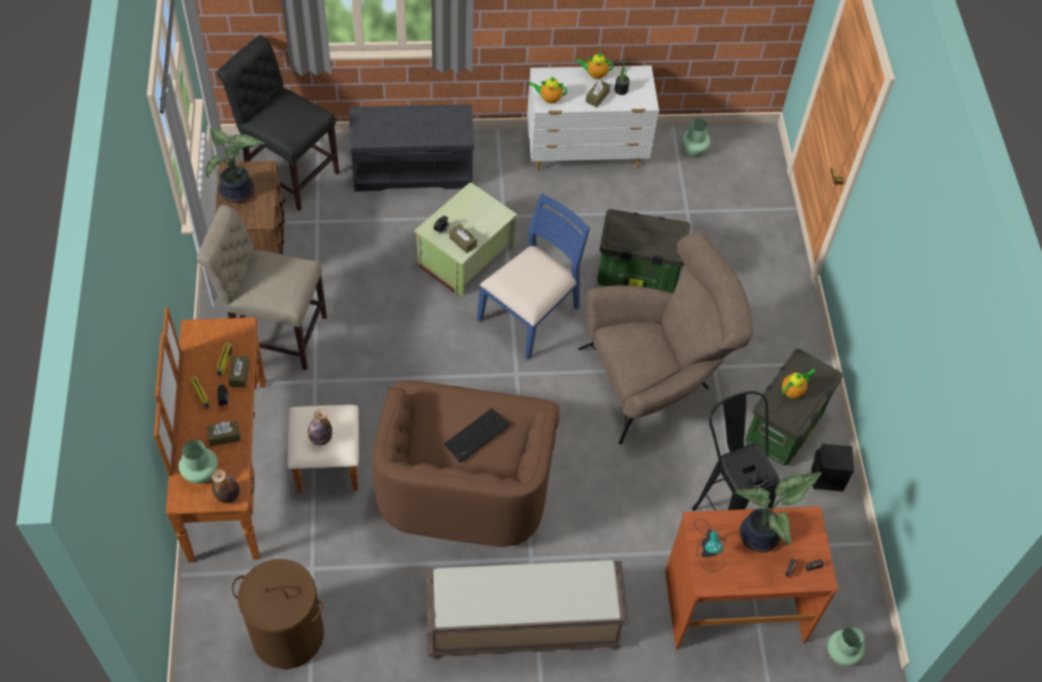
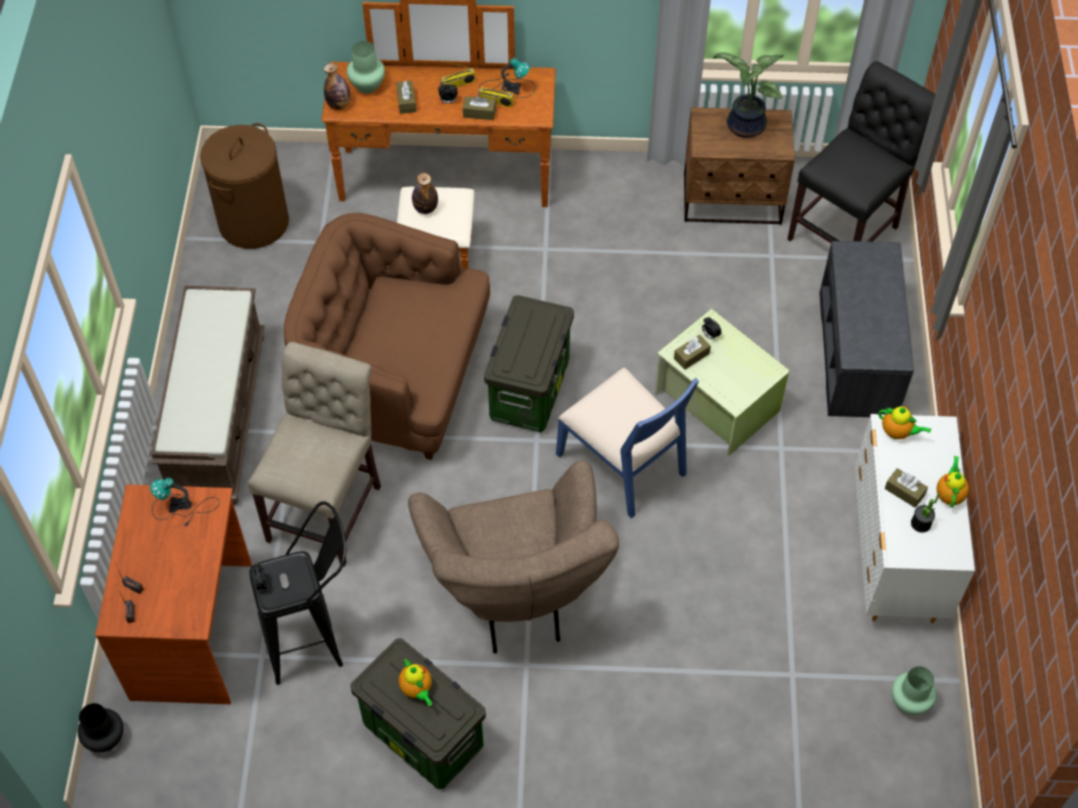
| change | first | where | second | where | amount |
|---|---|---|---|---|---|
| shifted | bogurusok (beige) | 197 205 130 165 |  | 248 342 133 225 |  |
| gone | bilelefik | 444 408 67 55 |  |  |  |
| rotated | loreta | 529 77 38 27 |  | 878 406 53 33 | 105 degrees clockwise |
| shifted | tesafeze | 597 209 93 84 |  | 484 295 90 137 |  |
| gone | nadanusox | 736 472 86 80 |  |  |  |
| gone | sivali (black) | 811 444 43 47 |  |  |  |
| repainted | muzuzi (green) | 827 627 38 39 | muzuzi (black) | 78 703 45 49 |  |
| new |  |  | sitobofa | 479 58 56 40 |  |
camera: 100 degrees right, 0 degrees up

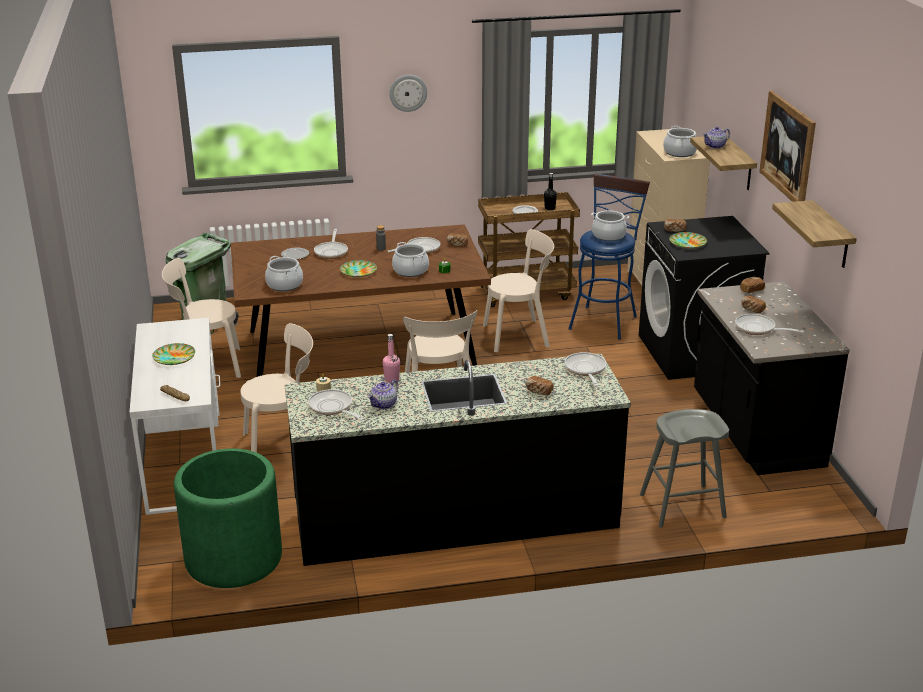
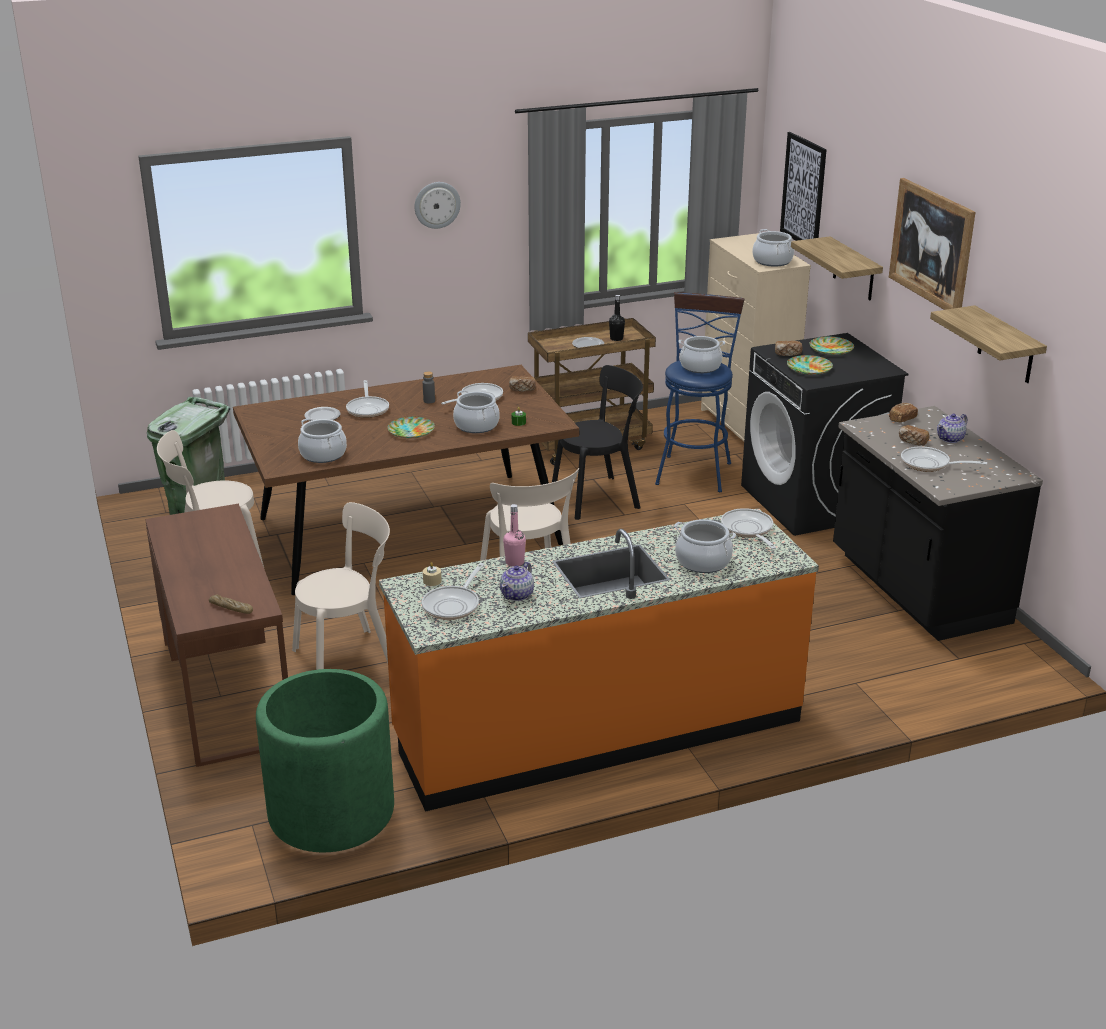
| change | first | where | second | where | amount |
|---|---|---|---|---|---|
| repainted | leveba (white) | 129 318 91 197 | leveba (brown) | 145 504 143 263 |  |
| shifted | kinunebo | 152 343 43 22 |  | 810 337 44 18 |  |
| repainted | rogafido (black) | 284 353 347 213 | rogafido (orange) | 379 508 440 304 |  |
| rotated | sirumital | 308 389 56 32 |  | 422 563 62 57 | 105 degrees counterclockwise |
| repainted | bogurusok (beige) | 483 229 71 123 | bogurusok (black) | 552 365 91 155 |  |
| swapped | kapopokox | 526 376 28 20 | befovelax | 674 519 62 54 |  |
| gone | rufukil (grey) | 640 409 89 119 |  |  |  |
| shifted | loreta | 703 127 27 22 |  | 937 414 30 29 |  |
| new |  |  | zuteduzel | 780 132 47 109 |  |
camera: 10 degrees left, 0 degrees up

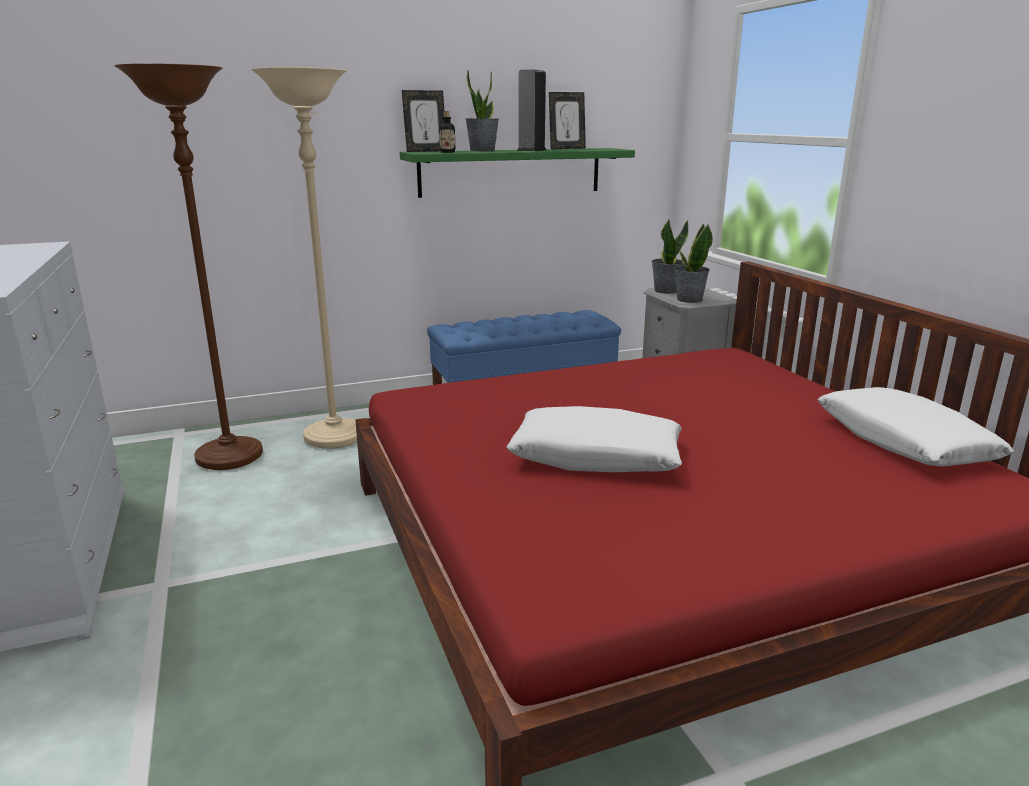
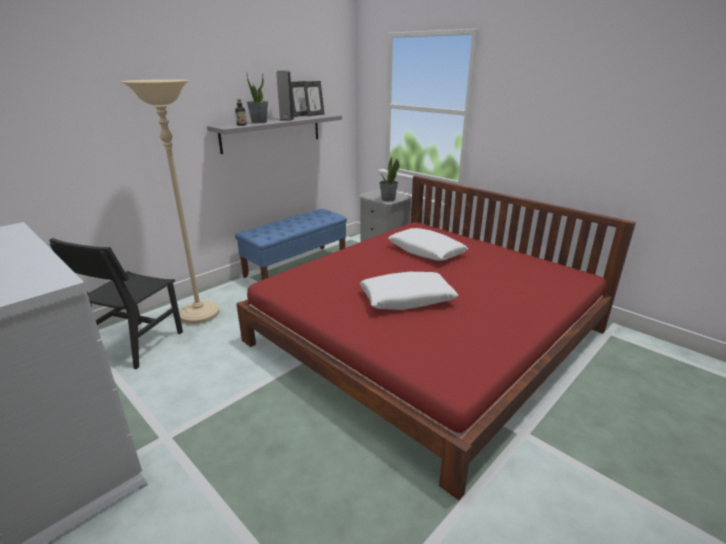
| change | first | where | second | where | amount |
|---|---|---|---|---|---|
| swapped | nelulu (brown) | 114 63 149 407 | bogurusok (black) | 49 238 134 131 |  |
| repainted | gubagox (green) | 400 148 235 50 | gubagox (grey) | 207 113 135 41 |  |
| shifted | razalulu | 402 90 42 62 |  | 303 81 21 35 |  |
| gone | nadanusox | 652 219 36 75 |  |  |  |
| shifted | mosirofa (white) | 818 387 196 80 |  | 388 228 80 33 |  |
camera: 25 degrees left, 5 degrees up

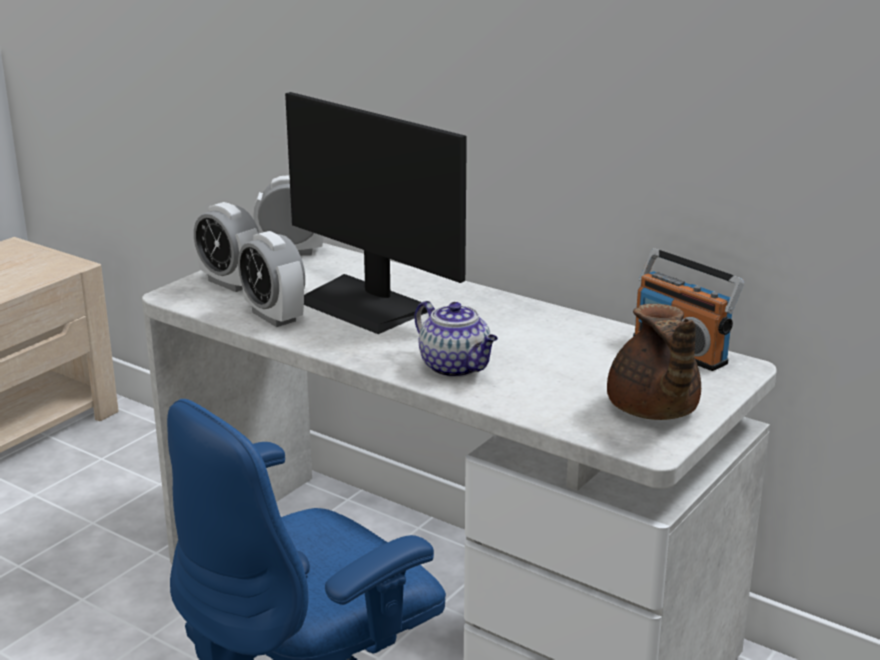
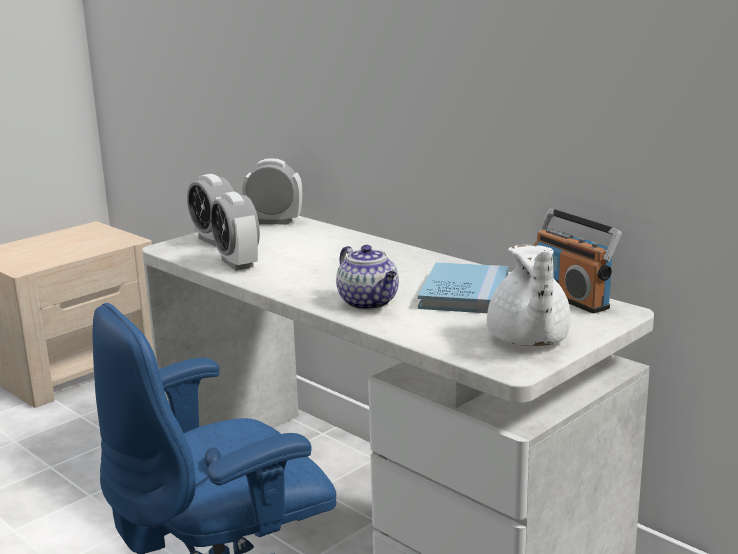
| change | first | where | second | where | amount |
|---|---|---|---|---|---|
| gone | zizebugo | 285 92 182 242 |  |  |  |
| repainted | loreta (brown) | 607 304 94 116 | loreta (white) | 487 245 84 101 |  |
| new |  |  | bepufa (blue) | 418 262 90 51 |  |
camera: 10 degrees right, 5 degrees down

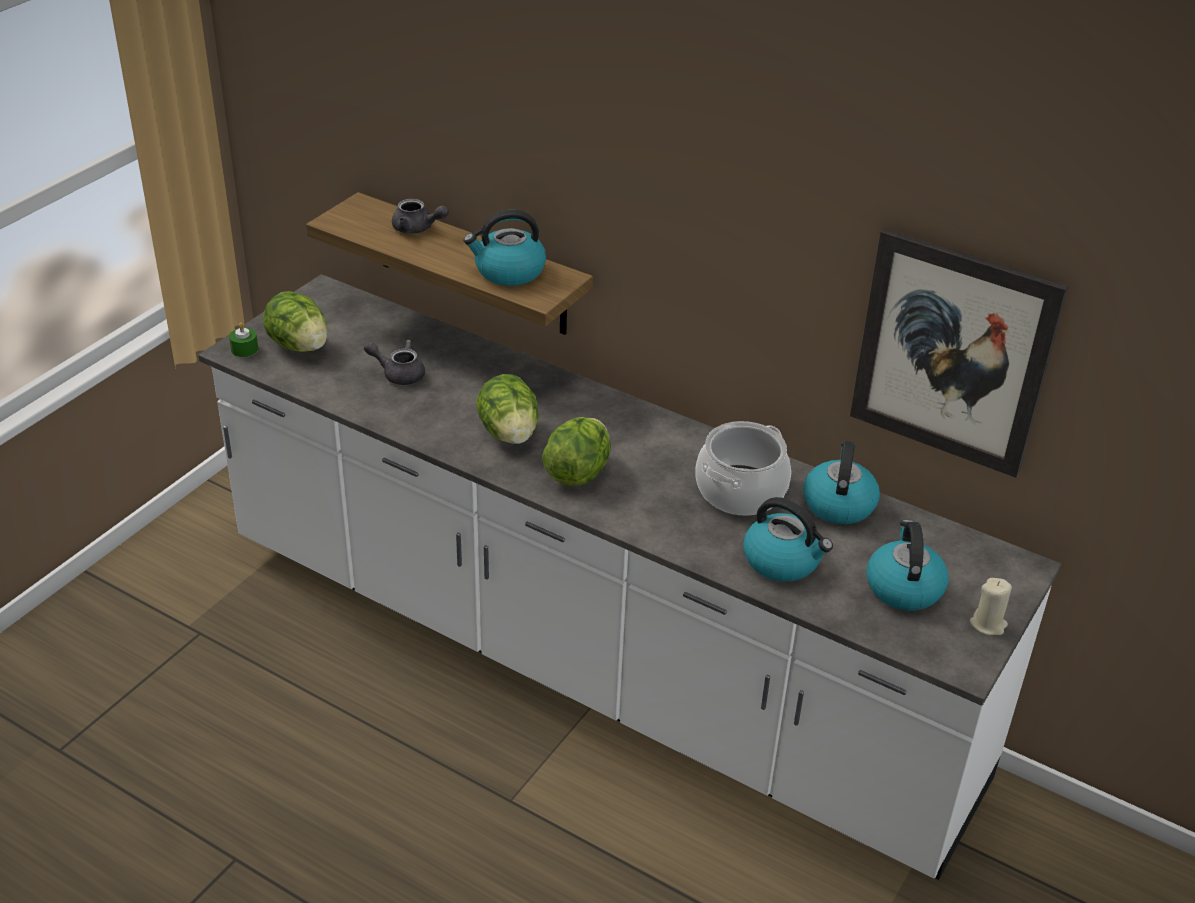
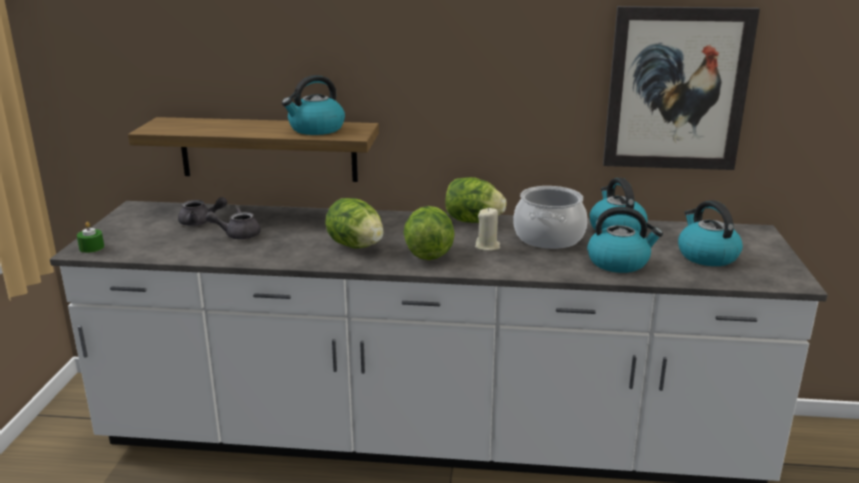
| change | first | where | second | where | amount |
|---|---|---|---|---|---|
| shifted | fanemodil | 263 291 64 61 |  | 445 177 62 46 |  |
| shifted | loreta (grey) | 392 199 57 35 |  | 178 197 49 29 |  |
| shifted | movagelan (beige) | 970 578 42 57 |  | 475 207 25 44 |  |
camera: 25 degrees left, 15 degrees down

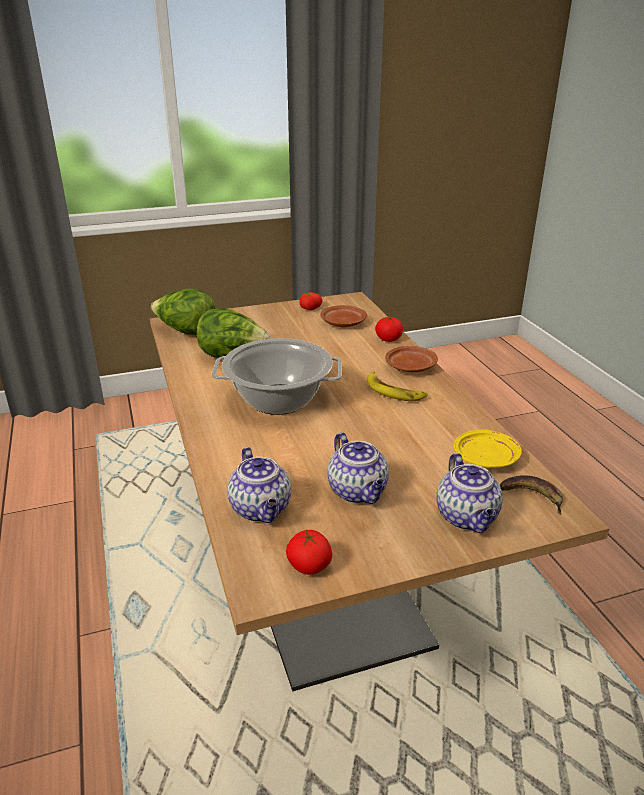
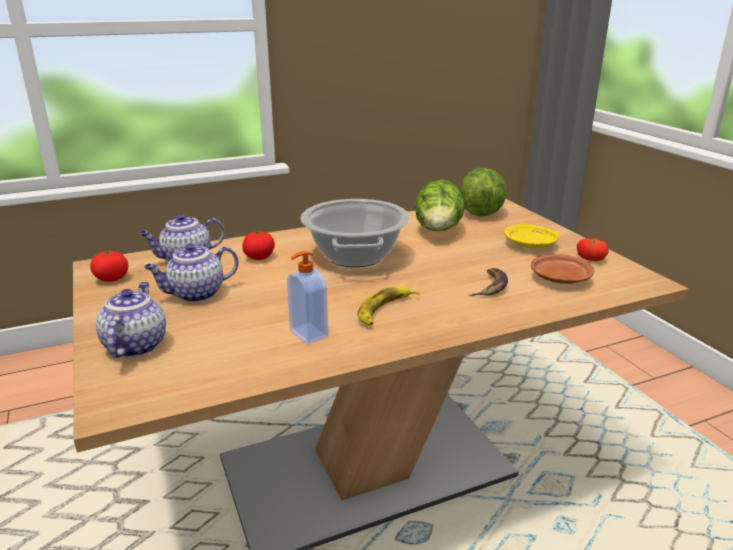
| change | first | where | second | where | amount |
|---|---|---|---|---|---|
| shifted | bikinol | 375 317 28 25 |  | 242 231 33 29 |  |
| gone | kinunebo (brown) | 385 346 53 26 |  |  |  |
| rotated | loreta | 436 453 67 80 |  | 96 282 70 76 | 105 degrees clockwise |
| shifted | kinunebo (yellow) | 454 429 68 39 |  | 504 224 55 24 |  |
| shifted | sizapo | 500 475 63 40 |  | 470 268 38 28 |  |
| new |  |  | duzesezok | 287 251 41 93 |  |
camera: 85 degrees right, 5 degrees down

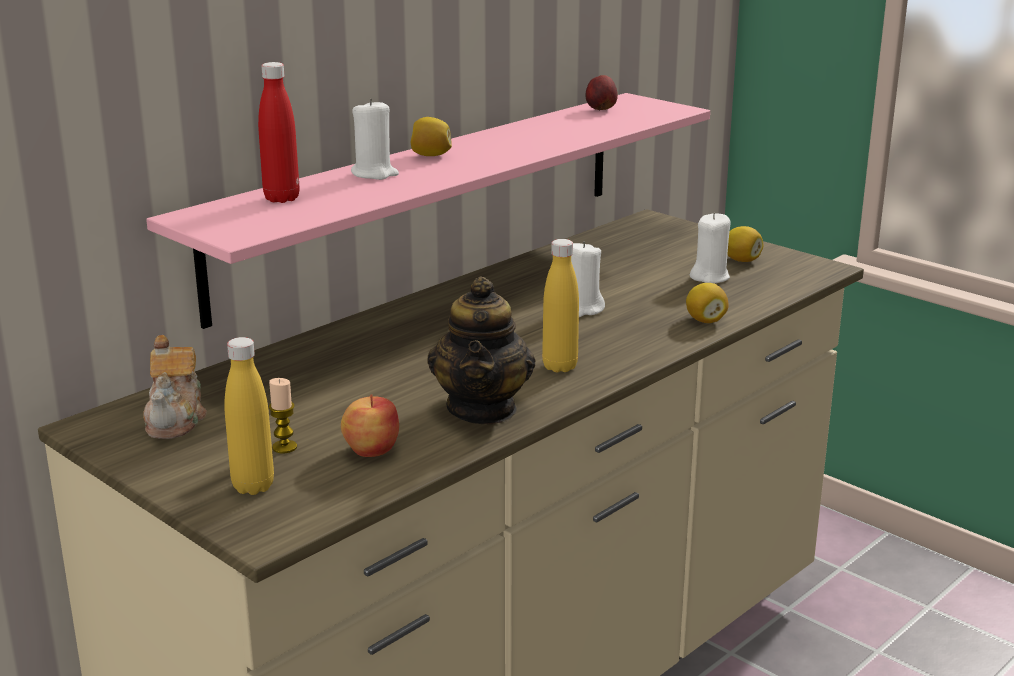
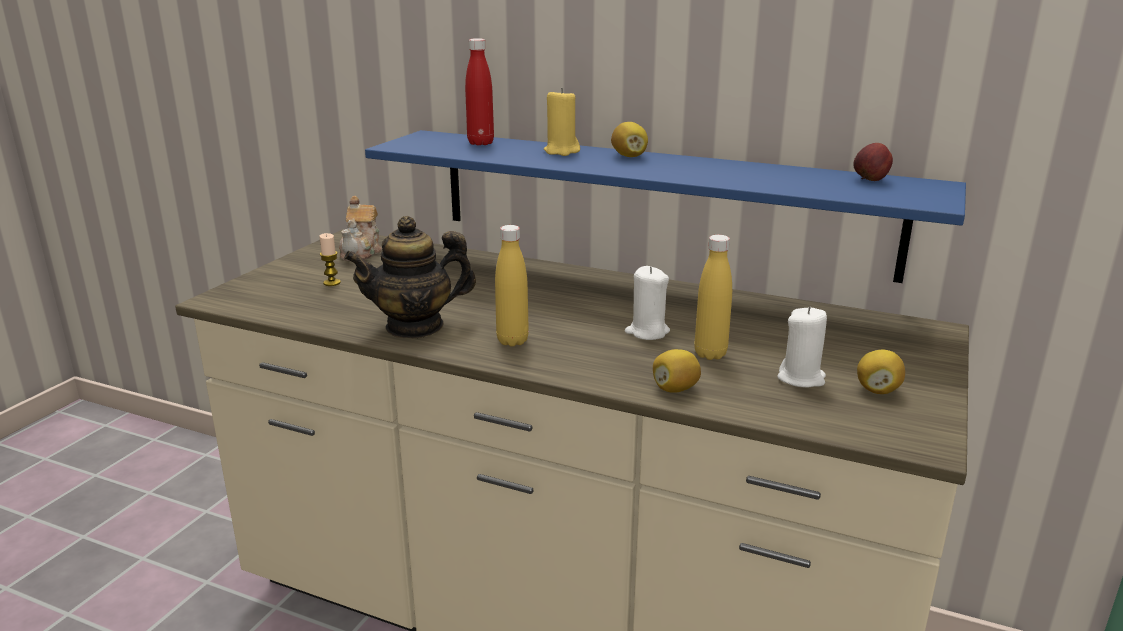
| change | first | where | second | where | amount |
|---|---|---|---|---|---|
| rotated | loreta | 143 335 64 104 |  | 339 196 43 65 | 60 degrees counterclockwise |
| repainted | gubagox (pink) | 146 93 564 236 | gubagox (blue) | 365 130 601 153 |  |
| shifted | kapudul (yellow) | 224 337 50 158 |  | 694 235 38 125 |  |
| gone | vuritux | 341 394 58 63 |  |  |  |
| repainted | movagelan (white) | 351 98 48 82 | movagelan (yellow) | 544 88 36 68 |  |
camera: 70 degrees right, 0 degrees up

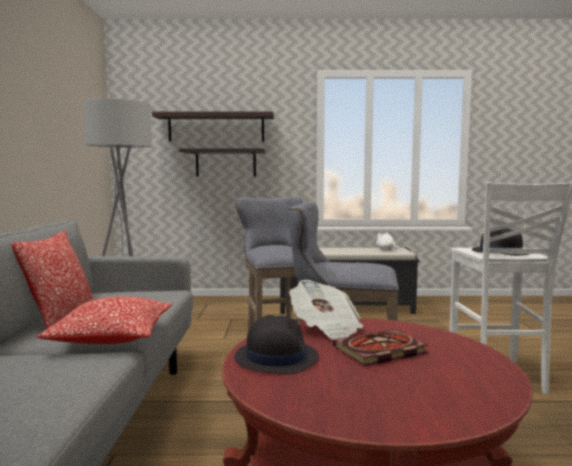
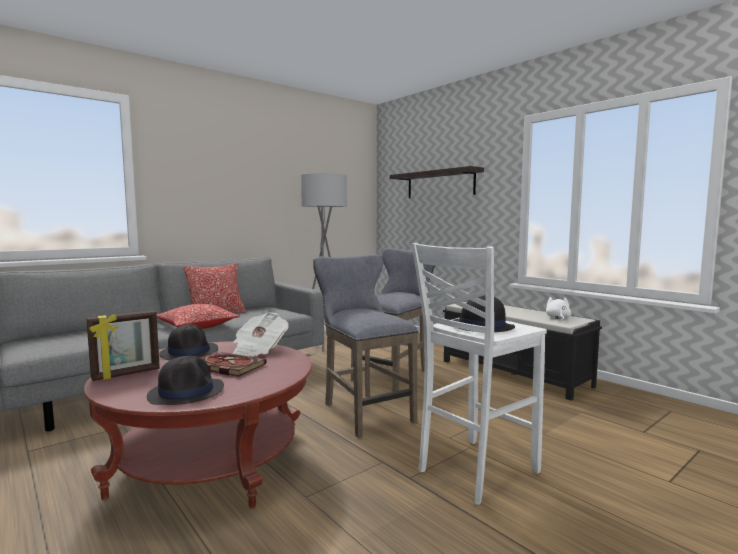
| change | first | where | second | where | amount |
|---|---|---|---|---|---|
| gone | gubagox | 179 148 87 28 |  |  |  |
| new |  |  | razalulu | 86 310 74 71 |  |
| new |  |  | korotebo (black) | 147 356 77 49 |  |
camera: 50 degrees right, 0 degrees up

